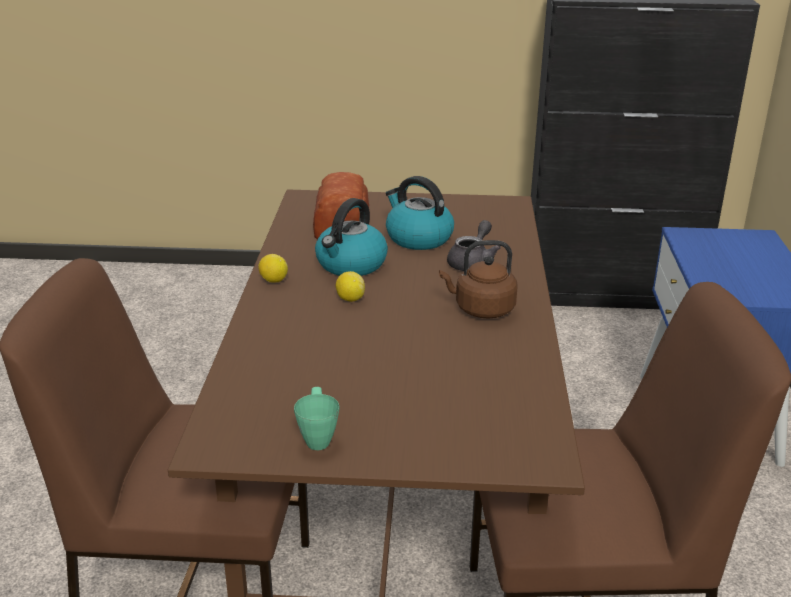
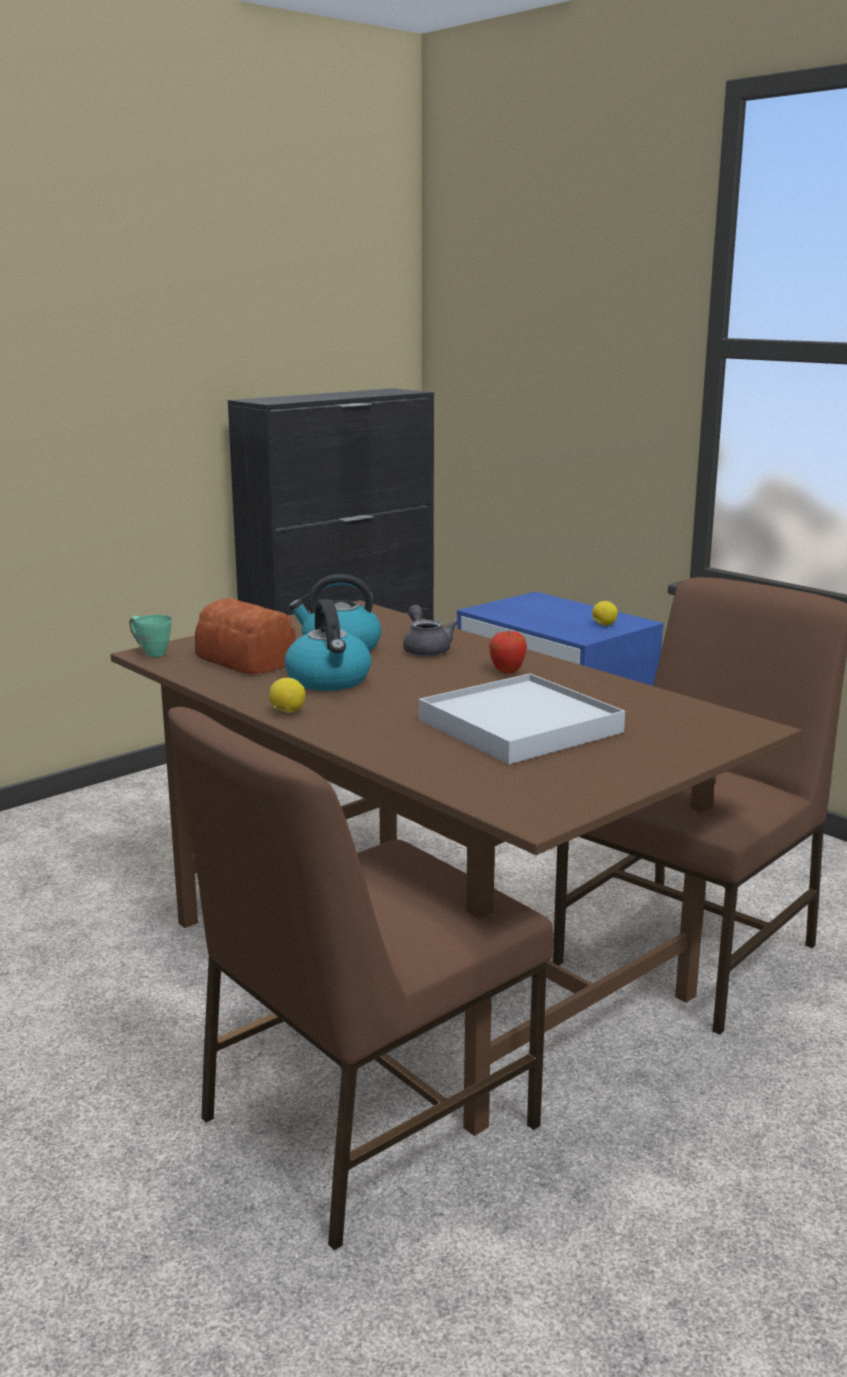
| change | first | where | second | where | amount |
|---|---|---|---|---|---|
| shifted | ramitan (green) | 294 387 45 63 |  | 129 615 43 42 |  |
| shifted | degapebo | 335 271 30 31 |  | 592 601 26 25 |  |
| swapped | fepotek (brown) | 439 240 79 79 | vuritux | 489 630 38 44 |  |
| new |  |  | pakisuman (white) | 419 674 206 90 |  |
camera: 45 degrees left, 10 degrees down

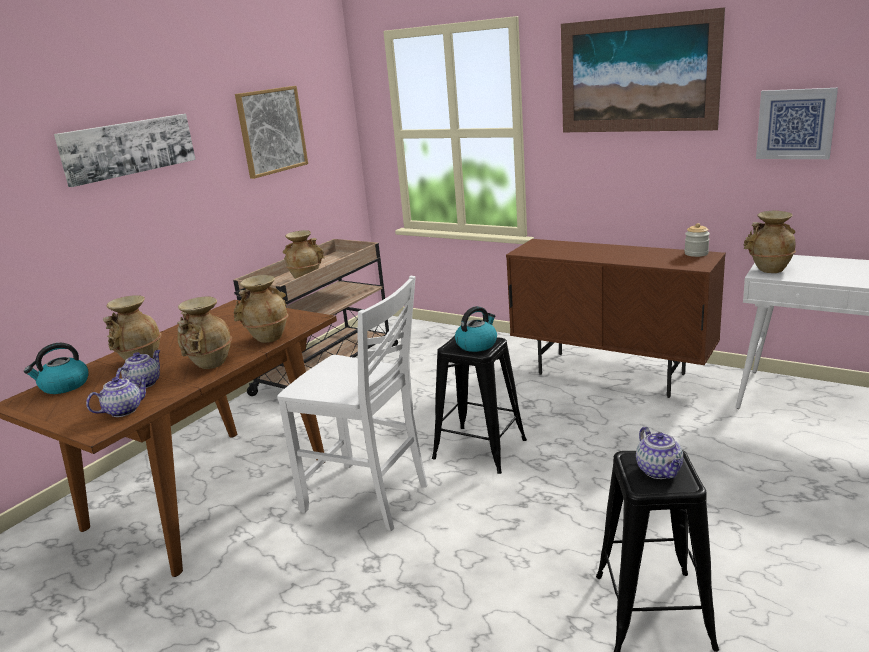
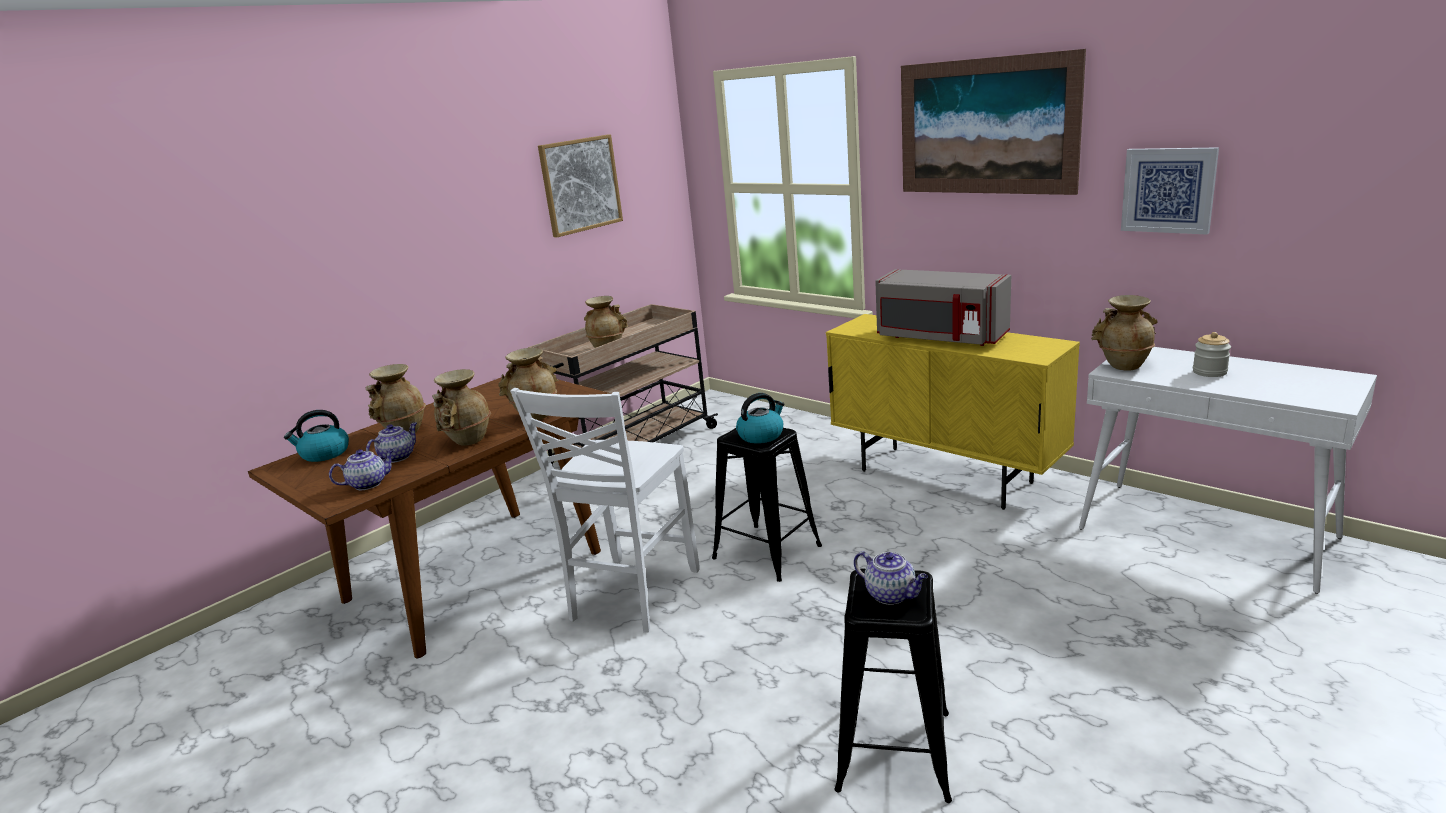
| change | first | where | second | where | amount |
|---|---|---|---|---|---|
| gone | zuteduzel | 54 114 142 73 |  |  |  |
| rotated | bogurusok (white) | 277 276 150 255 |  | 510 388 190 245 | 75 degrees clockwise |
| repainted | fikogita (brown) | 506 239 220 159 | fikogita (yellow) | 826 314 254 196 |  |
| rotated | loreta | 636 426 47 53 |  | 854 551 74 54 | 45 degrees counterclockwise |
| shifted | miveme | 684 223 26 34 |  | 1193 332 38 45 |  |
| new |  |  | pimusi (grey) | 875 269 136 77 |  |
camera: 10 degrees right, 0 degrees up

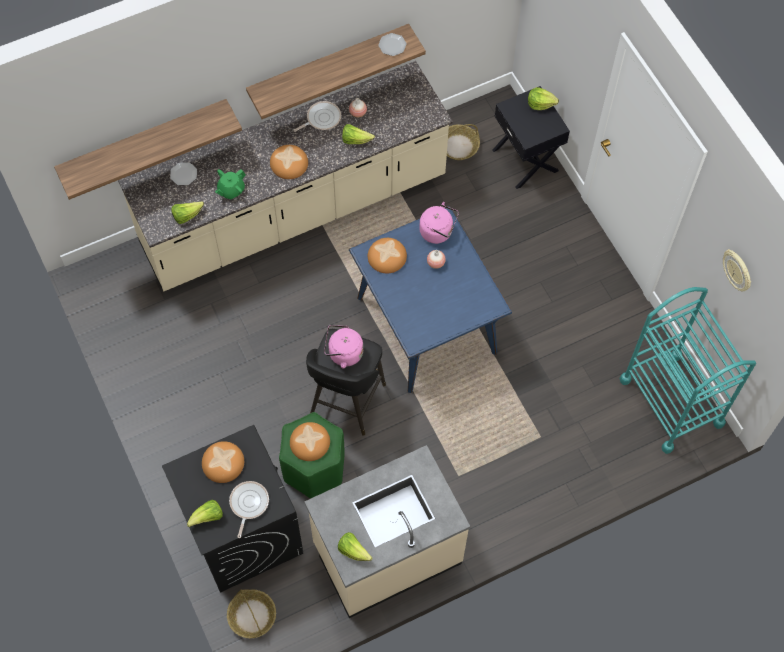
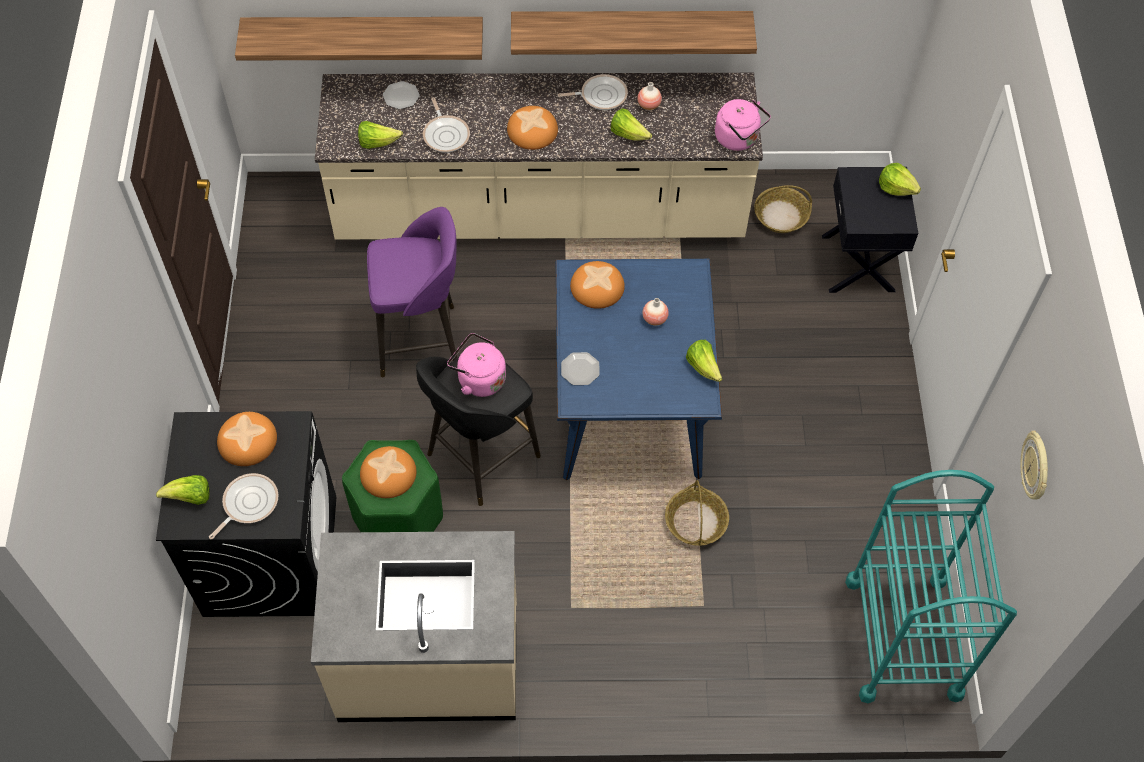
| change | first | where | second | where | amount |
|---|---|---|---|---|---|
| swapped | loreta (green) | 215 169 31 30 | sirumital | 423 97 47 56 |  |
| shifted | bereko | 227 589 49 49 |  | 665 480 64 66 |  |
| shifted | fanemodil | 338 532 35 29 |  | 686 340 36 42 |  |
| shifted | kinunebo | 378 33 29 23 |  | 561 352 39 33 |  |
| shifted | fepotek (pink) | 419 202 40 42 |  | 715 99 56 52 |  |
| new |  |  | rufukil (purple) | 367 207 90 170 |  |
camera: 25 degrees right, 5 degrees down

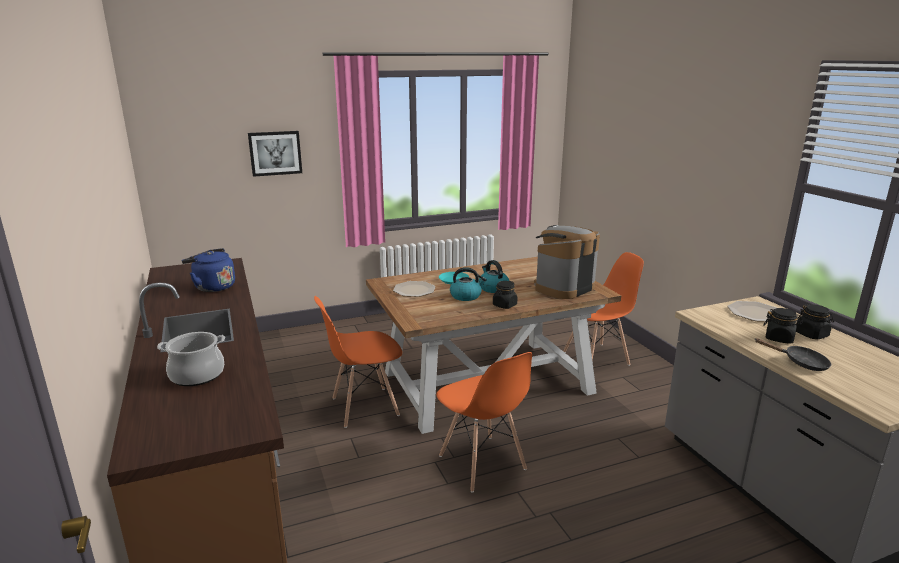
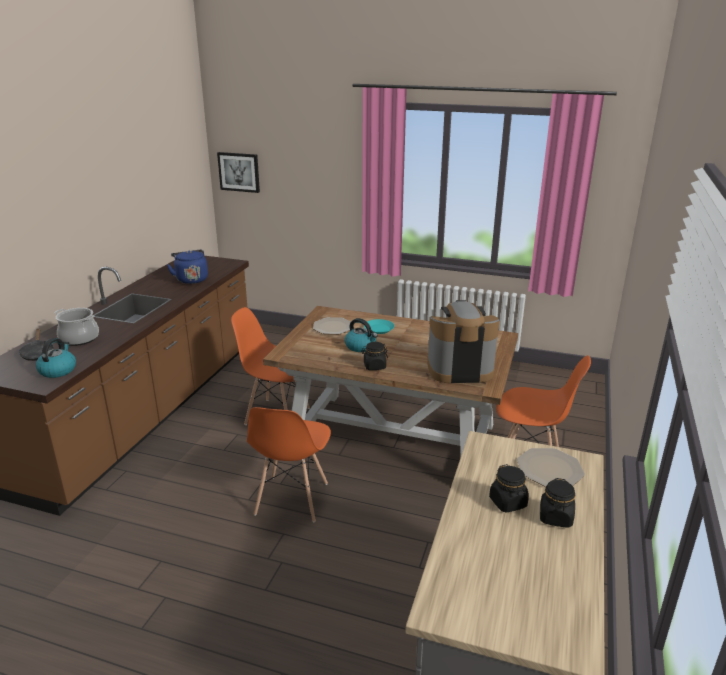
| change | first | where | second | where | amount |
|---|---|---|---|---|---|
| shifted | zuteduzel | 248 131 54 46 |  | 217 152 43 41 |  |
| shifted | fepotek | 479 260 30 33 |  | 36 338 40 40 |  |
| shifted | sirumital (black) | 755 338 76 33 |  | 19 328 35 33 |  |
camera: 40 degrees right, 5 degrees up

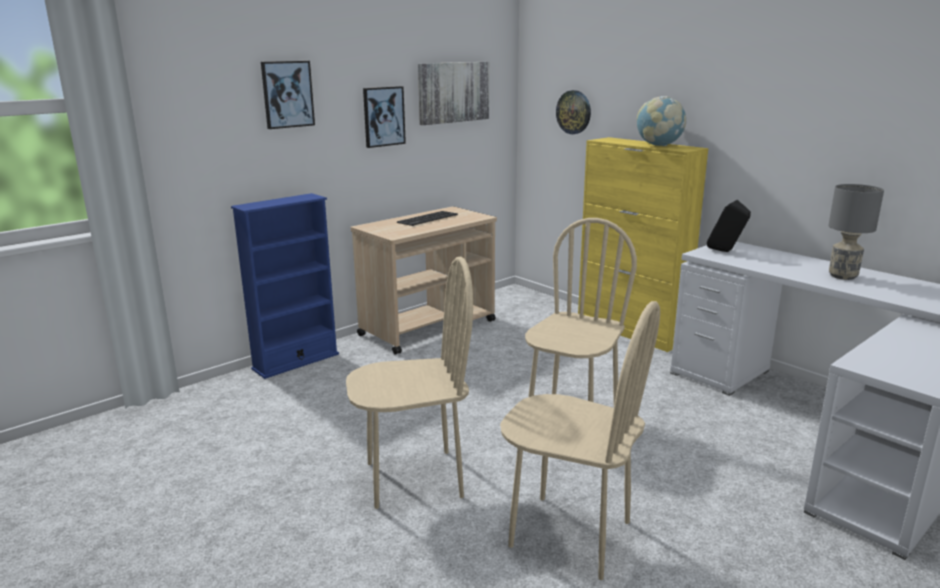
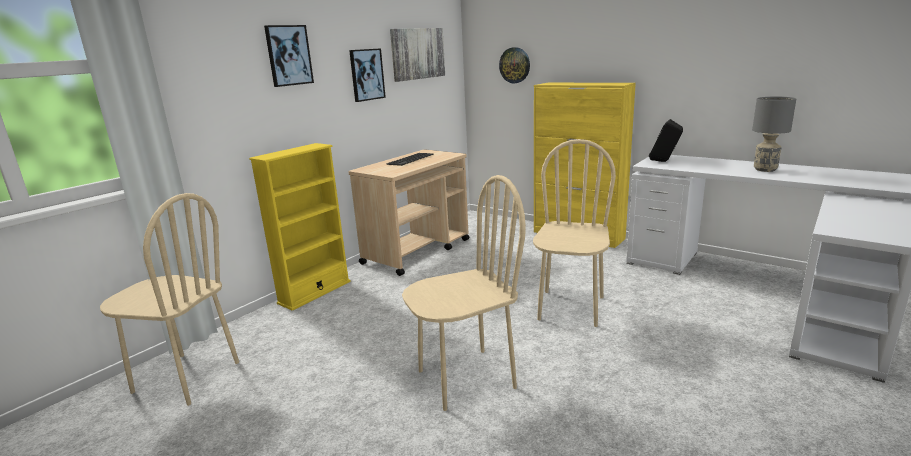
| change | first | where | second | where | amount |
|---|---|---|---|---|---|
| repainted | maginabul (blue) | 231 193 108 186 | maginabul (yellow) | 249 143 102 168 |  |
| shifted | bogurusok (beige) | 500 301 160 279 |  | 100 193 139 213 |  |
| gone | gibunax | 637 96 49 50 |  |  |  |
camera: 10 degrees left, 0 degrees up

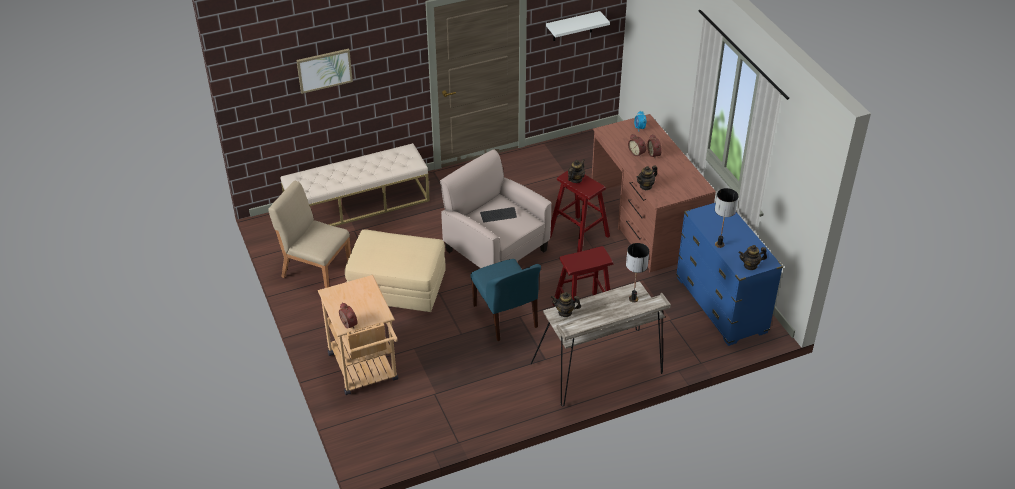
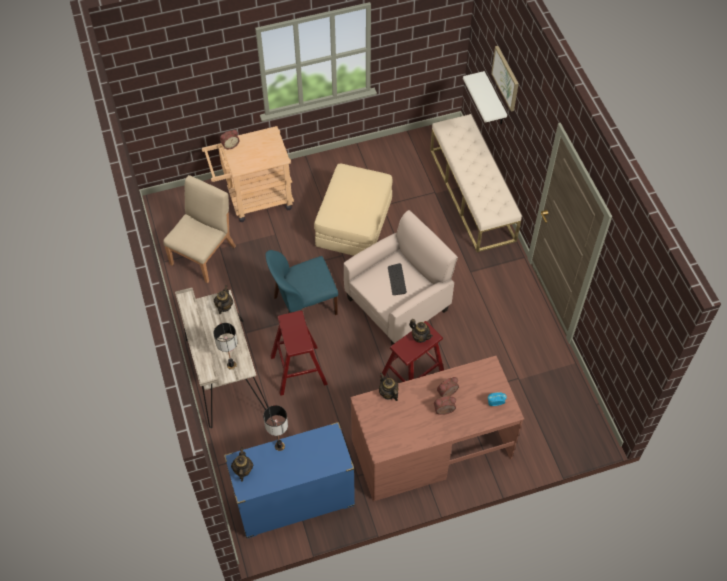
| change | first | where | second | where | amount |
|---|---|---|---|---|---|
| shifted | bogurusok (beige) | 268 180 83 108 |  | 163 175 73 108 |  |
| shifted | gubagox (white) | 546 11 64 30 |  | 463 71 44 53 |  |
camera: 95 degrees right, 15 degrees up

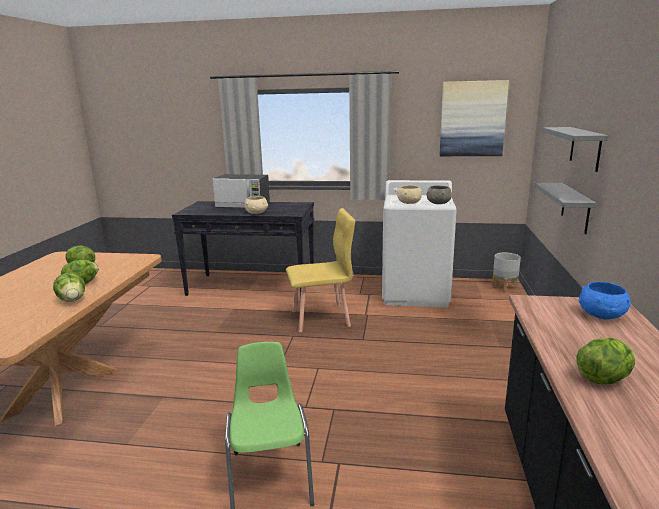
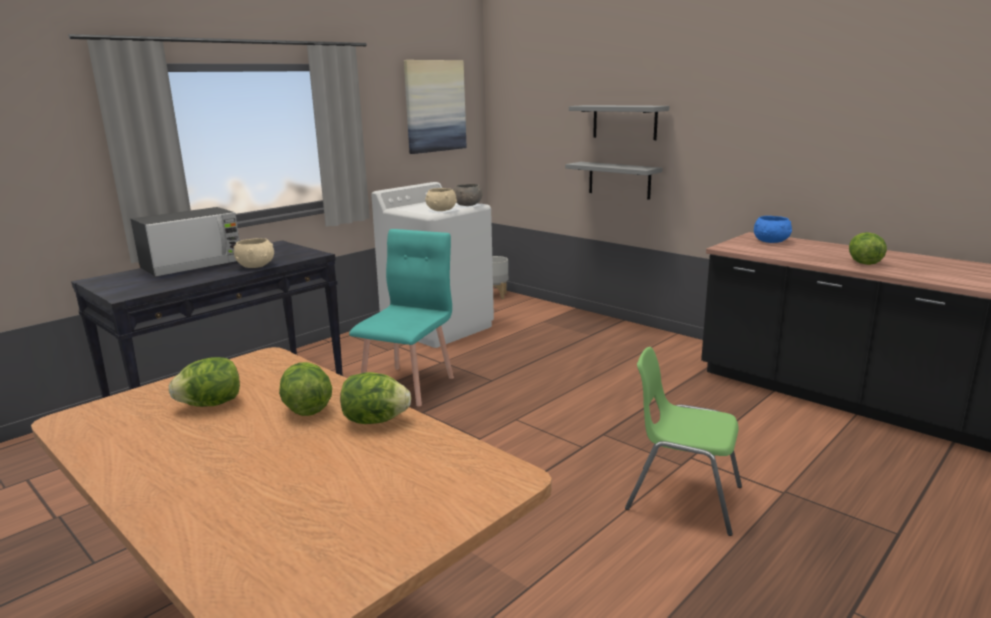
| change | first | where | second | where | amount |
|---|---|---|---|---|---|
| repainted | bogurusok (yellow) | 286 208 69 124 | bogurusok (turquoise) | 349 229 105 178 |  |
camera: 55 degrees left, 0 degrees up

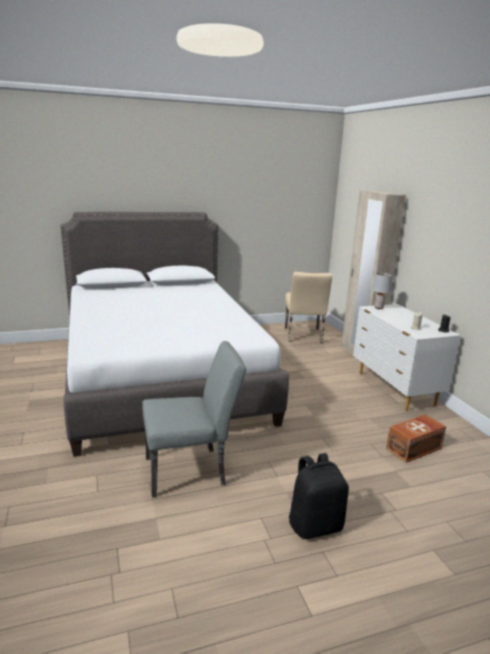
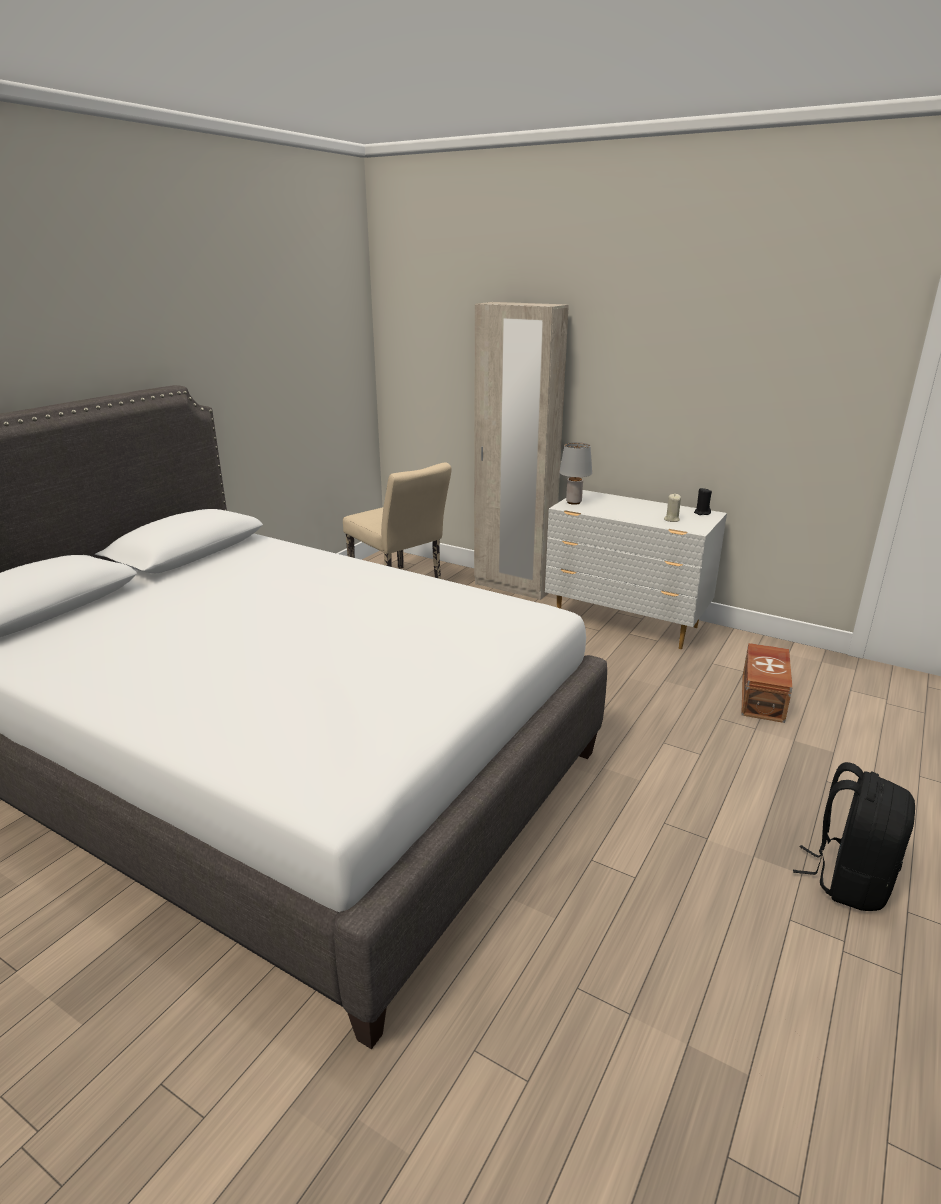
| change | first | where | second | where | amount |
|---|---|---|---|---|---|
| gone | bogurusok (grey) | 142 341 104 156 |  |  |  |
camera: 40 degrees left, 5 degrees up

